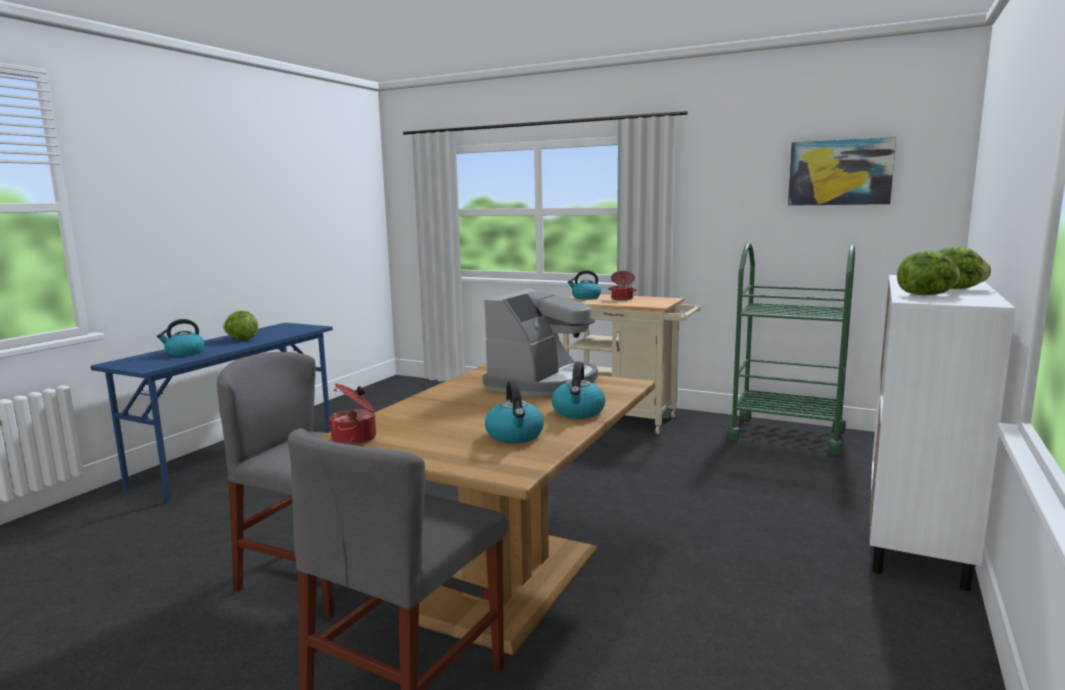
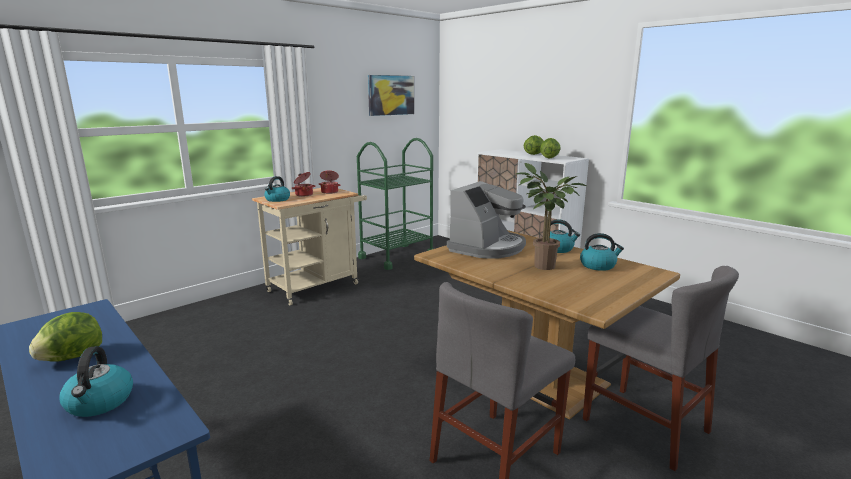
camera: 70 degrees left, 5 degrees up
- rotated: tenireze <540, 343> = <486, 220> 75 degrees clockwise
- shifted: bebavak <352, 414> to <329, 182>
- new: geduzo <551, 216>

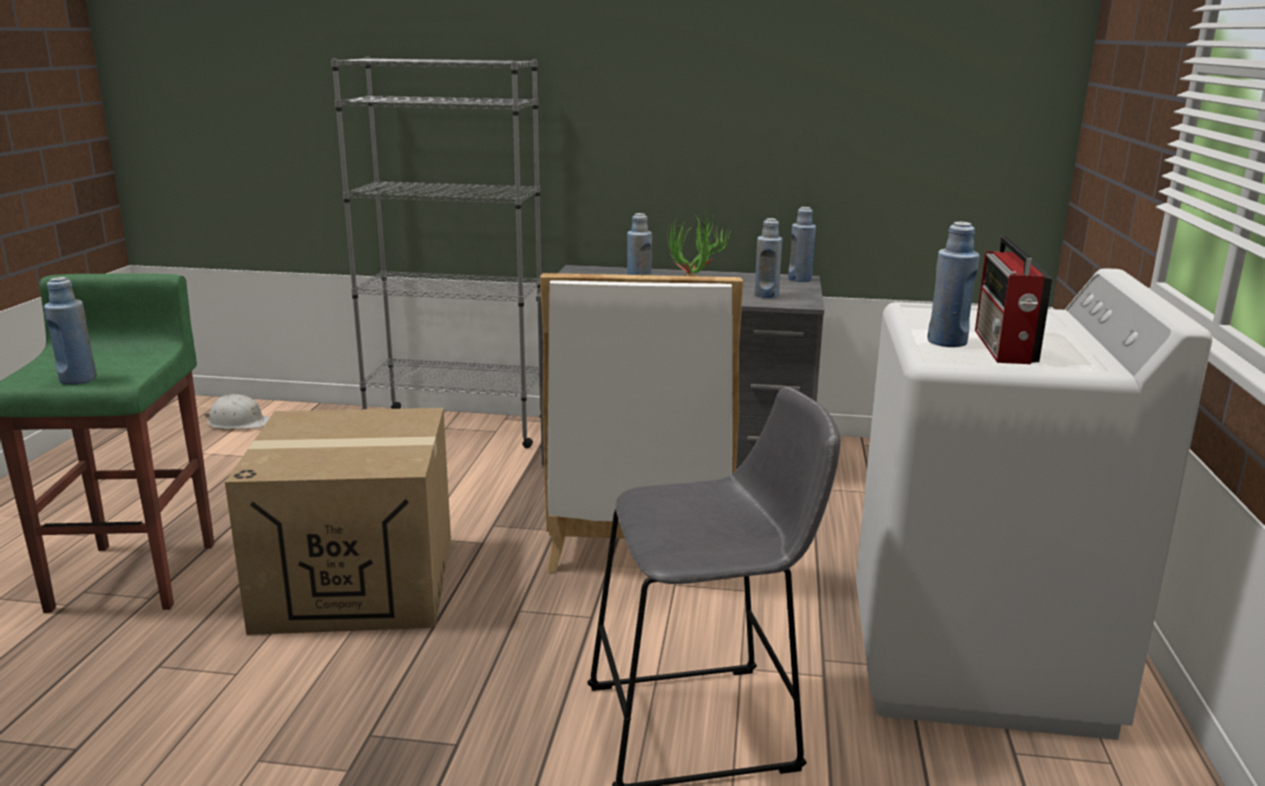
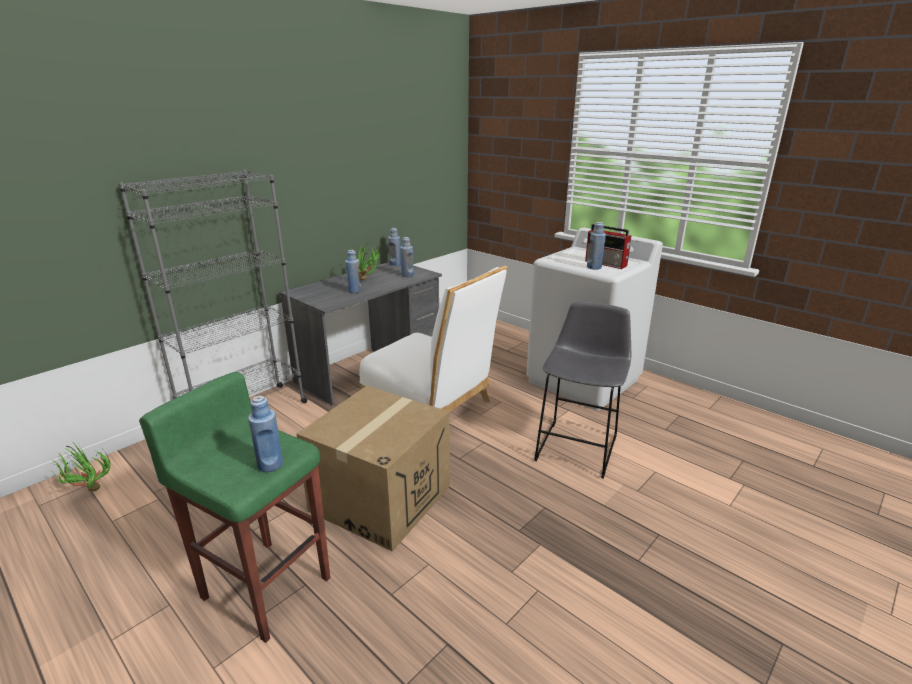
camera: 55 degrees left, 5 degrees up
- swapped: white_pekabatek <237, 411> to geduzo <80, 467>

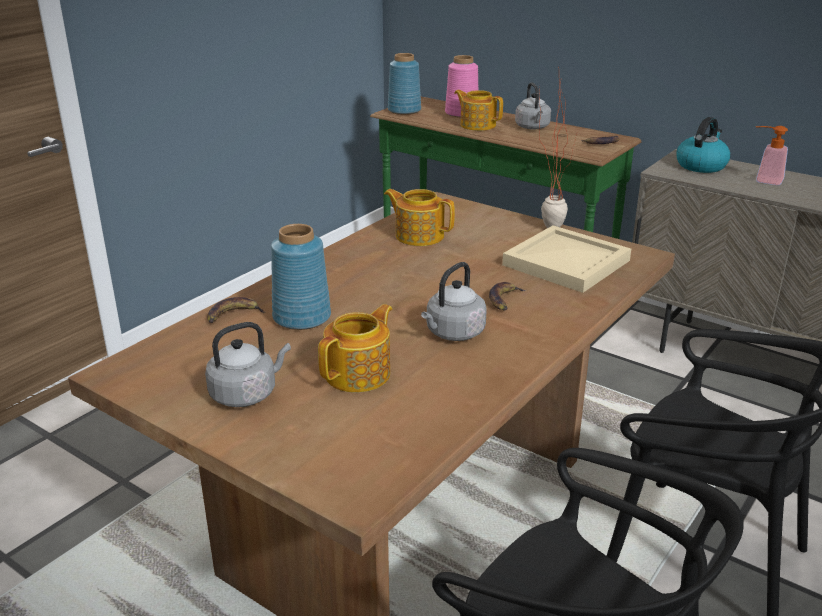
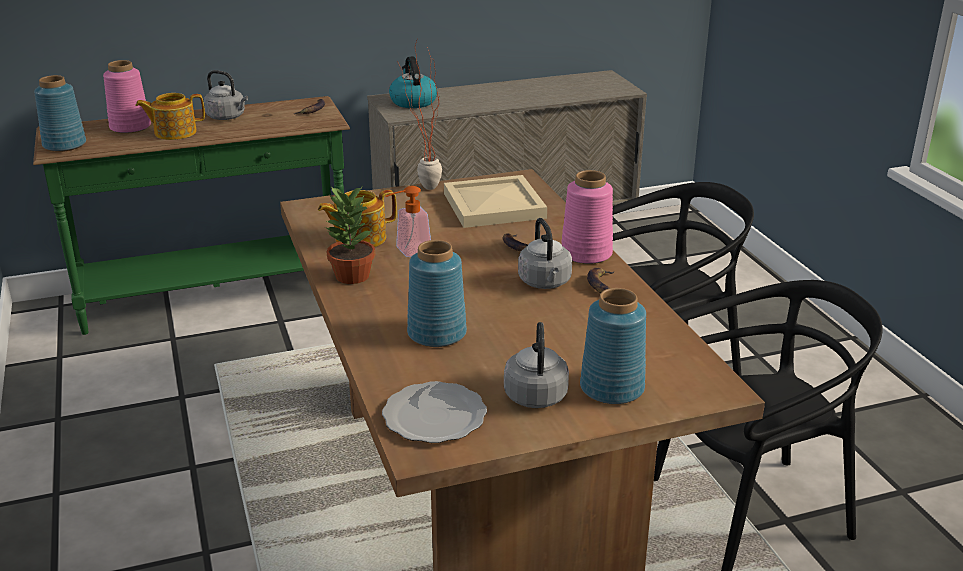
camera: 55 degrees left, 0 degrees up
- shifted: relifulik <772, 155> to <408, 221>
- shifted: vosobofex <236, 310> to <601, 280>
- gone: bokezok <355, 348>
- new: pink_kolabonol <587, 217>
- new: geduzo <350, 235>
- new: blue_kolabonol <613, 346>
- new: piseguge <434, 412>

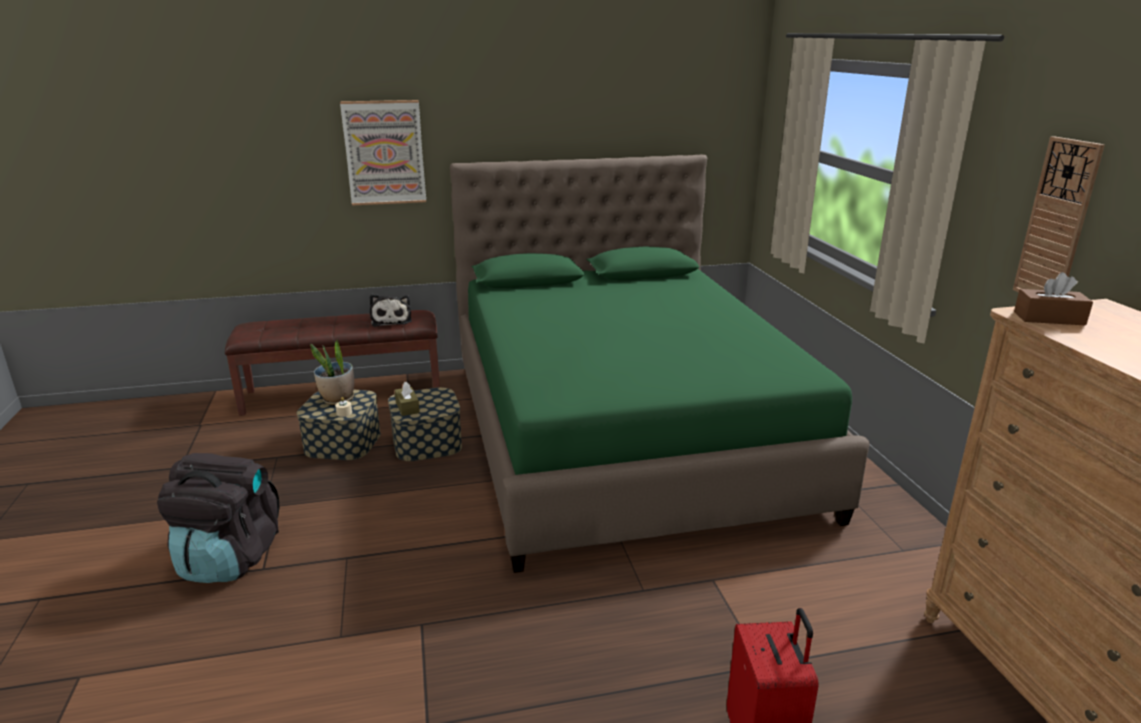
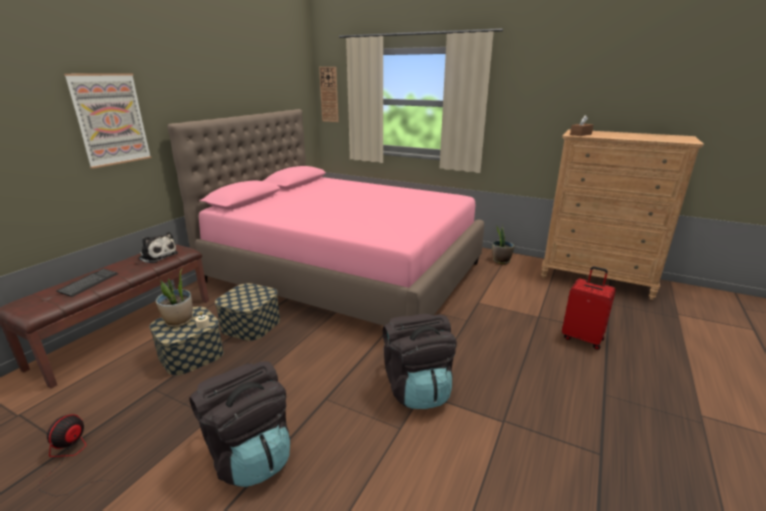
camera: 50 degrees left, 0 degrees up
- shifted: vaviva <1059, 214> to <329, 94>
- repainted: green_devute <660, 364> to pink_devute <325, 217>
- gone: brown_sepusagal <407, 399>
- new: geduzo <503, 244>
- new: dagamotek <87, 283>
- new: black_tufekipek <419, 361>
- new: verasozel <76, 455>

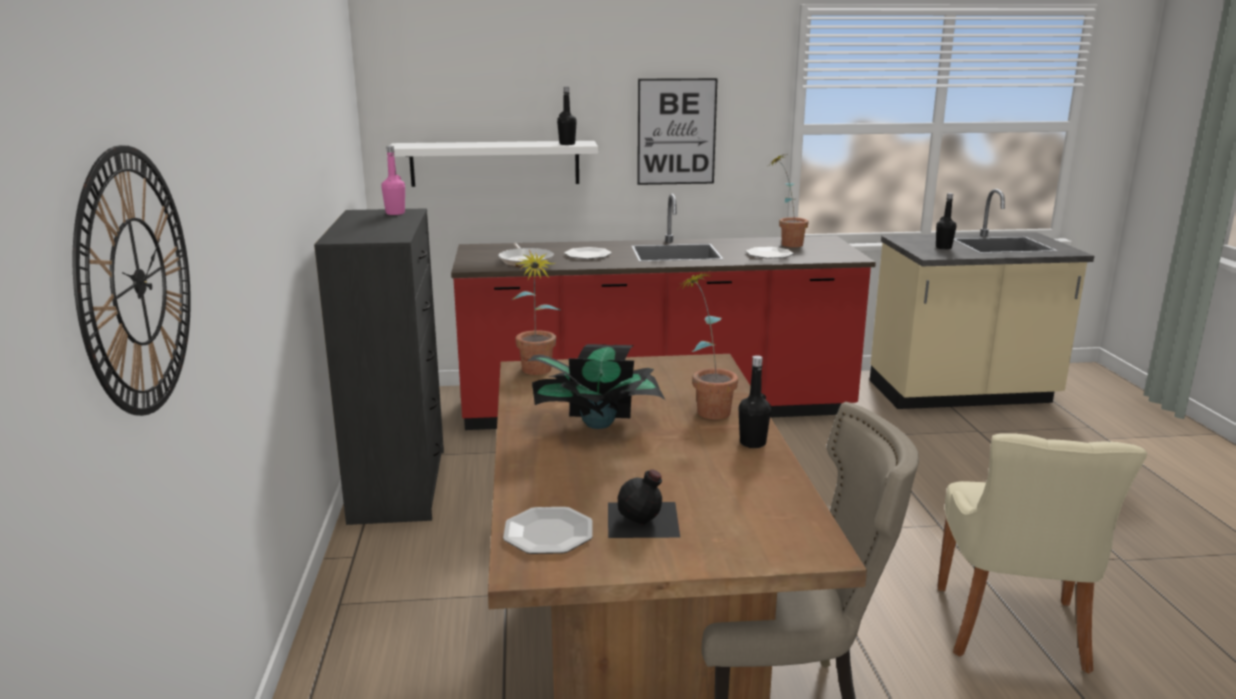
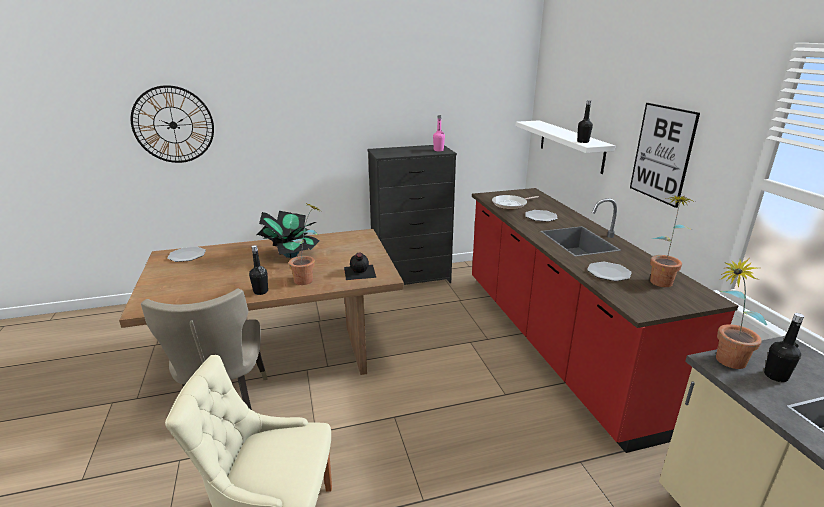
camera: 80 degrees right, 5 degrees up
- shifted: geduzo <535, 312> to <741, 313>
- shifted: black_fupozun <644, 503> to <360, 266>

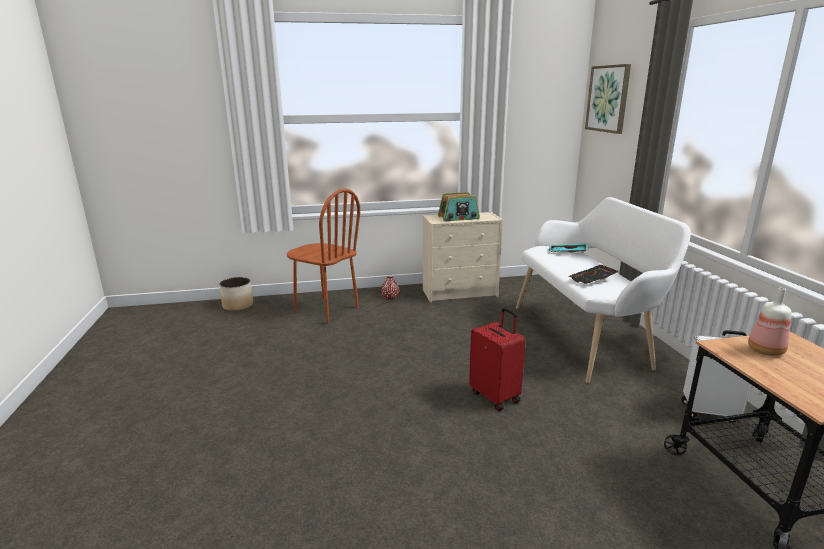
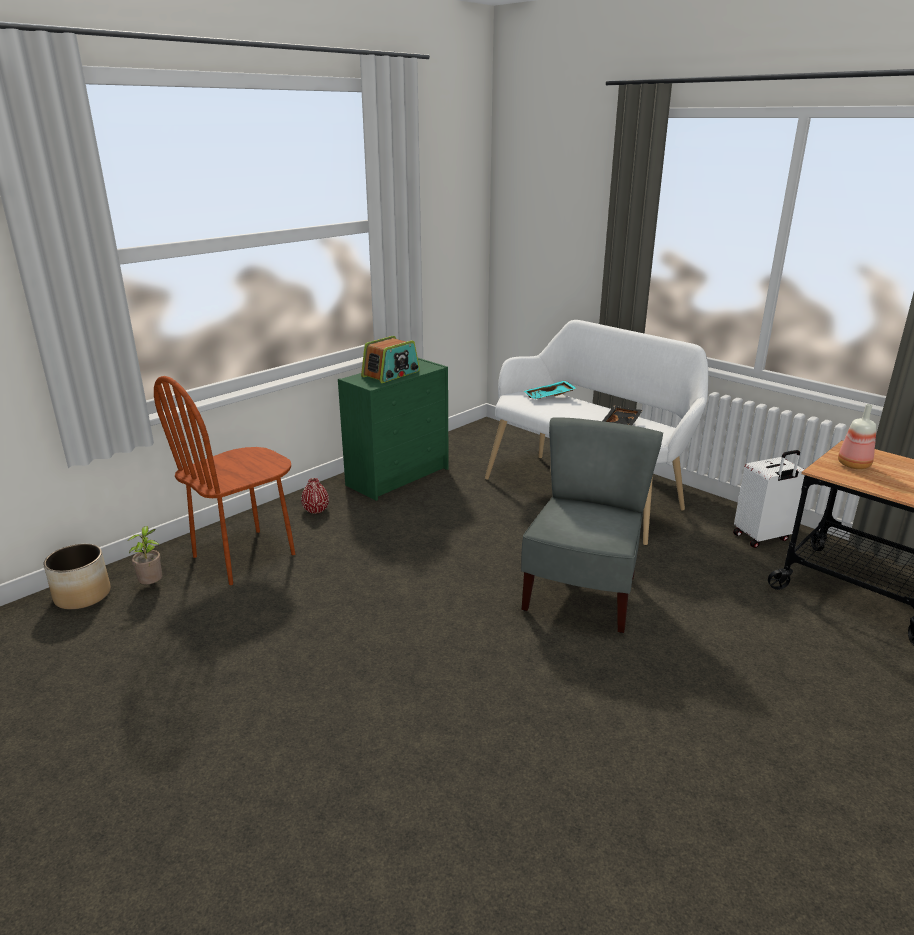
camera: 35 degrees left, 5 degrees up
- gone: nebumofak <608, 99>
- rotated: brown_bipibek <323, 256> = <224, 480> 135 degrees clockwise
- repainted: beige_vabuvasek <463, 257> to green_vabuvasek <393, 429>
- swapped: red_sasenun <497, 359> to grey_bipibek <592, 525>
- new: geduzo <145, 555>

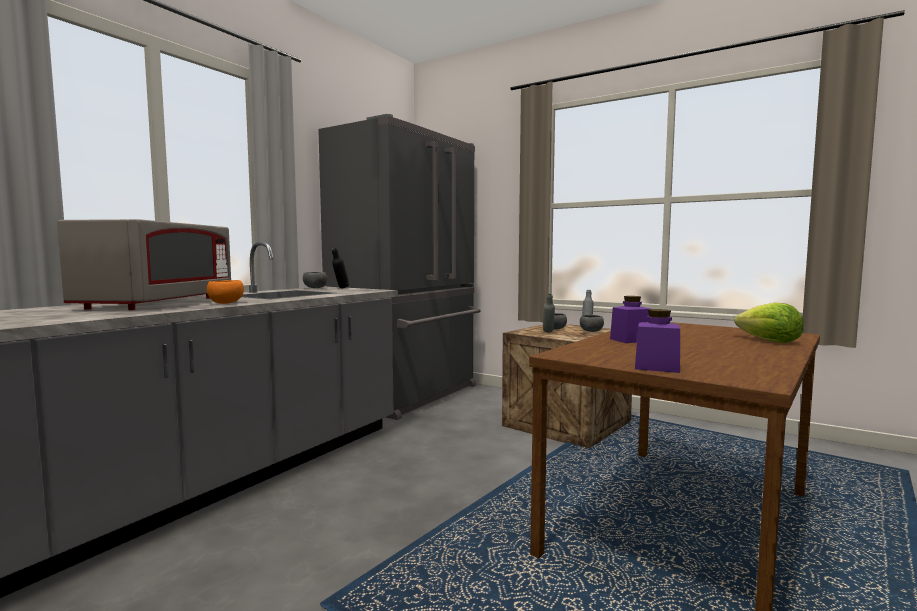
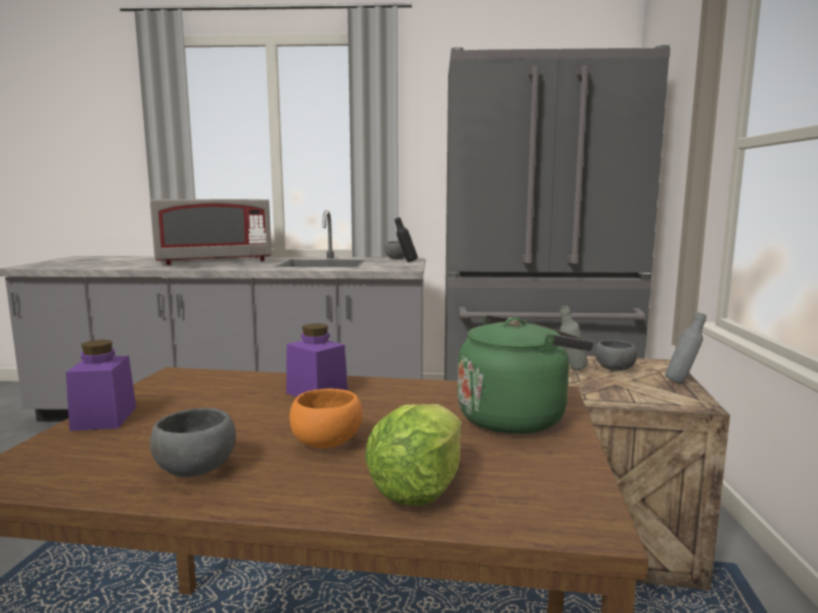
camera: 60 degrees right, 5 degrees up
- shifted: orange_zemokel <225, 292> to <326, 418>
- shifted: grey_zemokel <592, 323> to <193, 442>
- new: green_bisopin <525, 374>

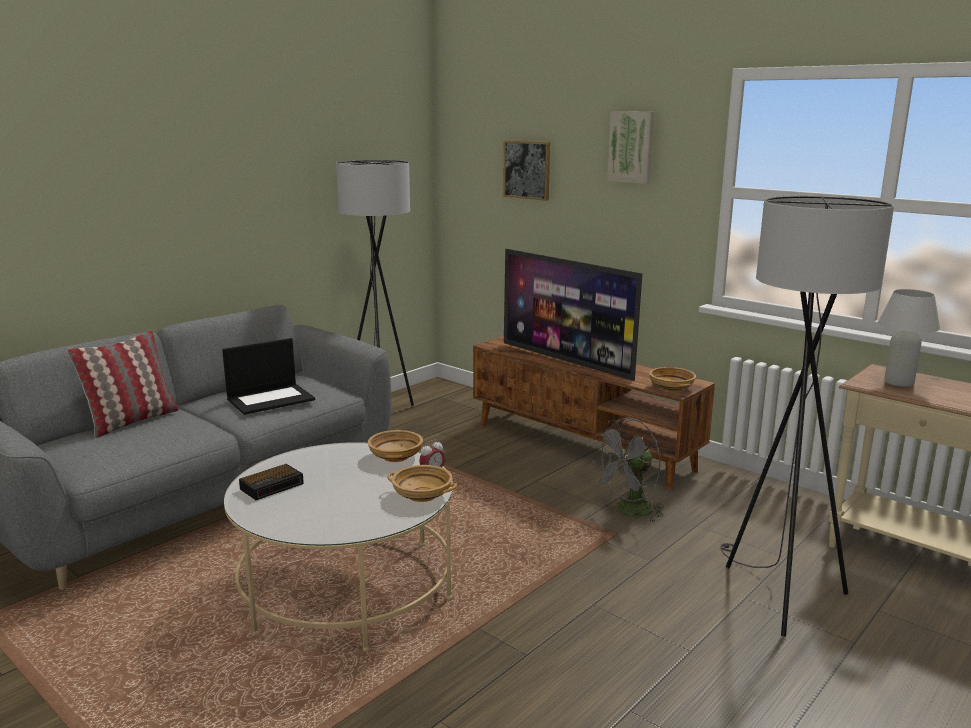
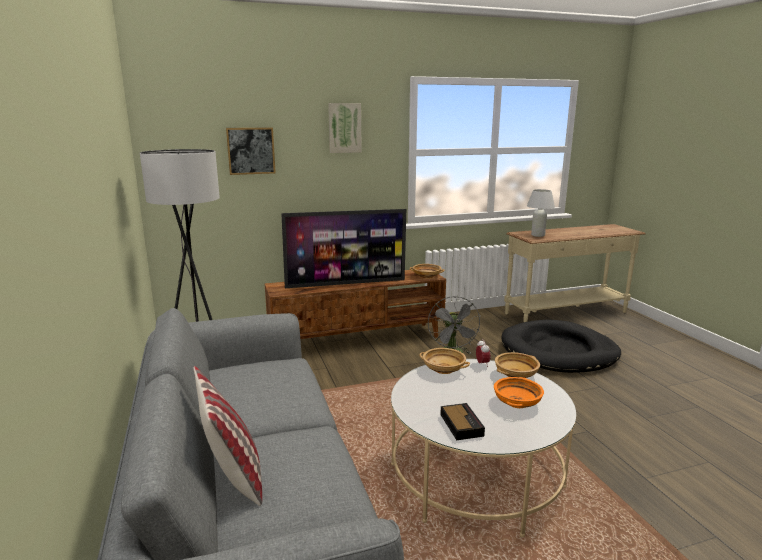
camera: 60 degrees left, 0 degrees up
- swapped: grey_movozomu <807, 416> to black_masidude <561, 346>
- gone: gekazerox <268, 376>
- new: orange_zemokel <519, 392>

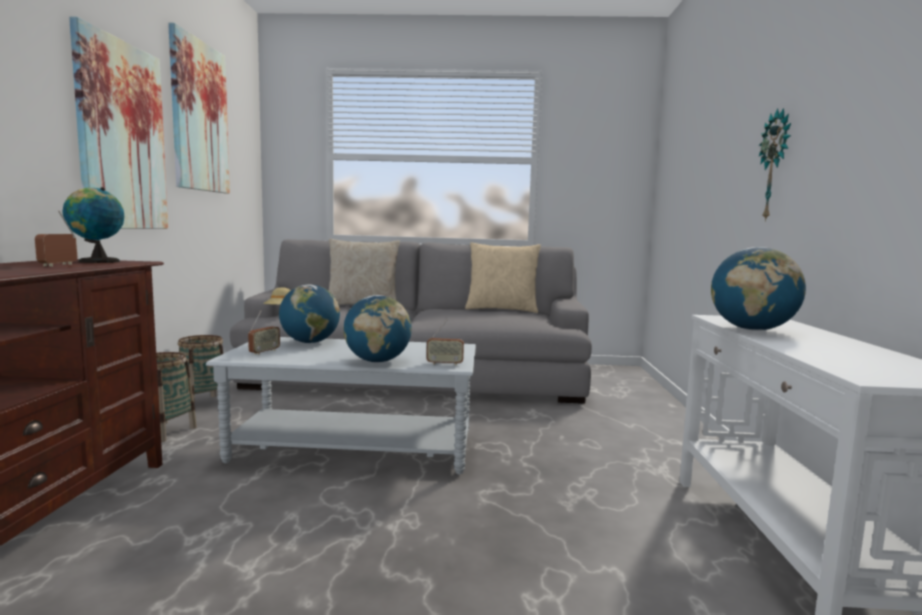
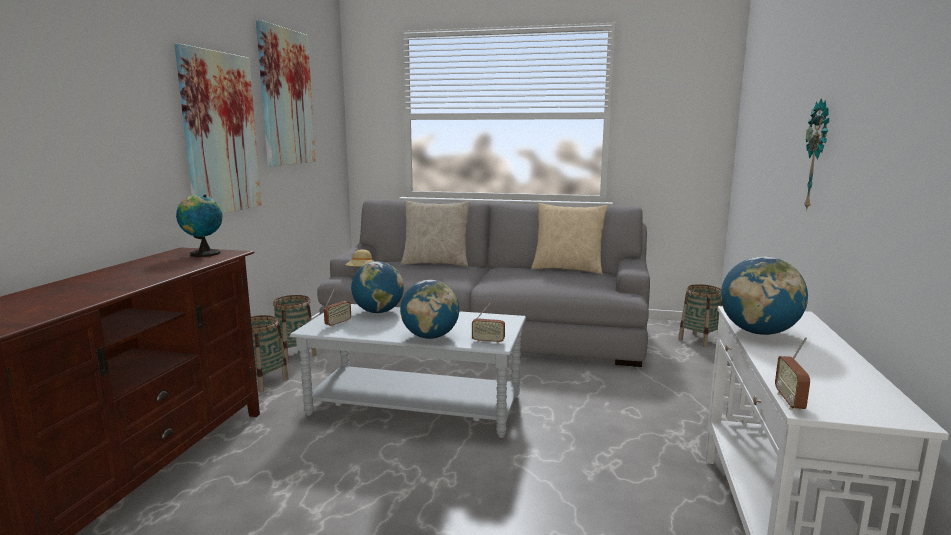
camera: 10 degrees right, 5 degrees up
- shifted: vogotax <56, 238> to <792, 374>
- new: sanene <700, 315>

